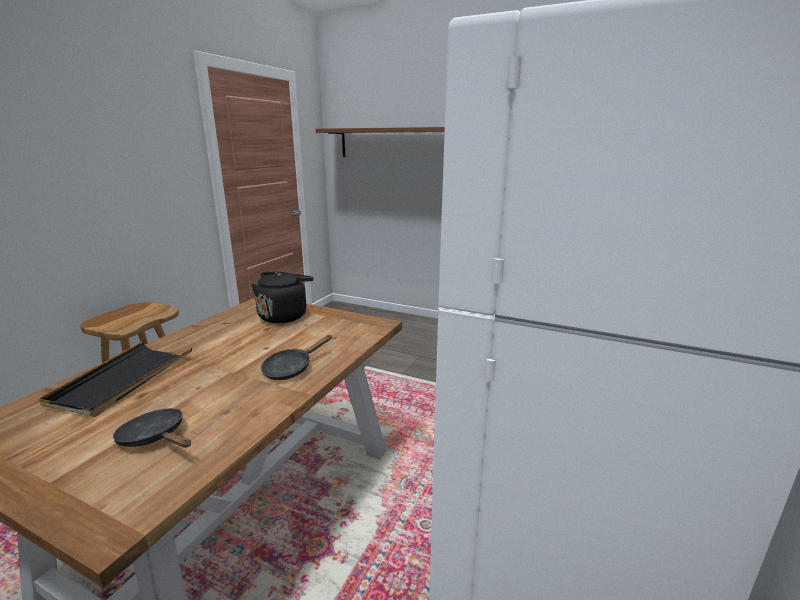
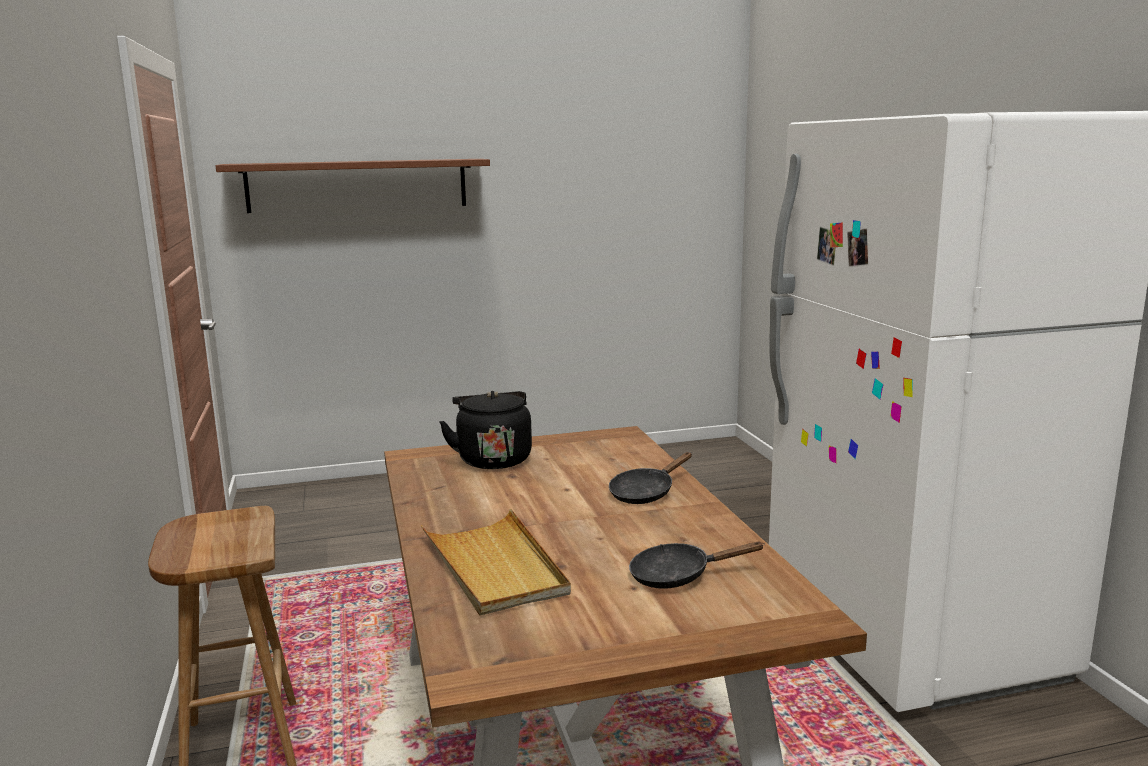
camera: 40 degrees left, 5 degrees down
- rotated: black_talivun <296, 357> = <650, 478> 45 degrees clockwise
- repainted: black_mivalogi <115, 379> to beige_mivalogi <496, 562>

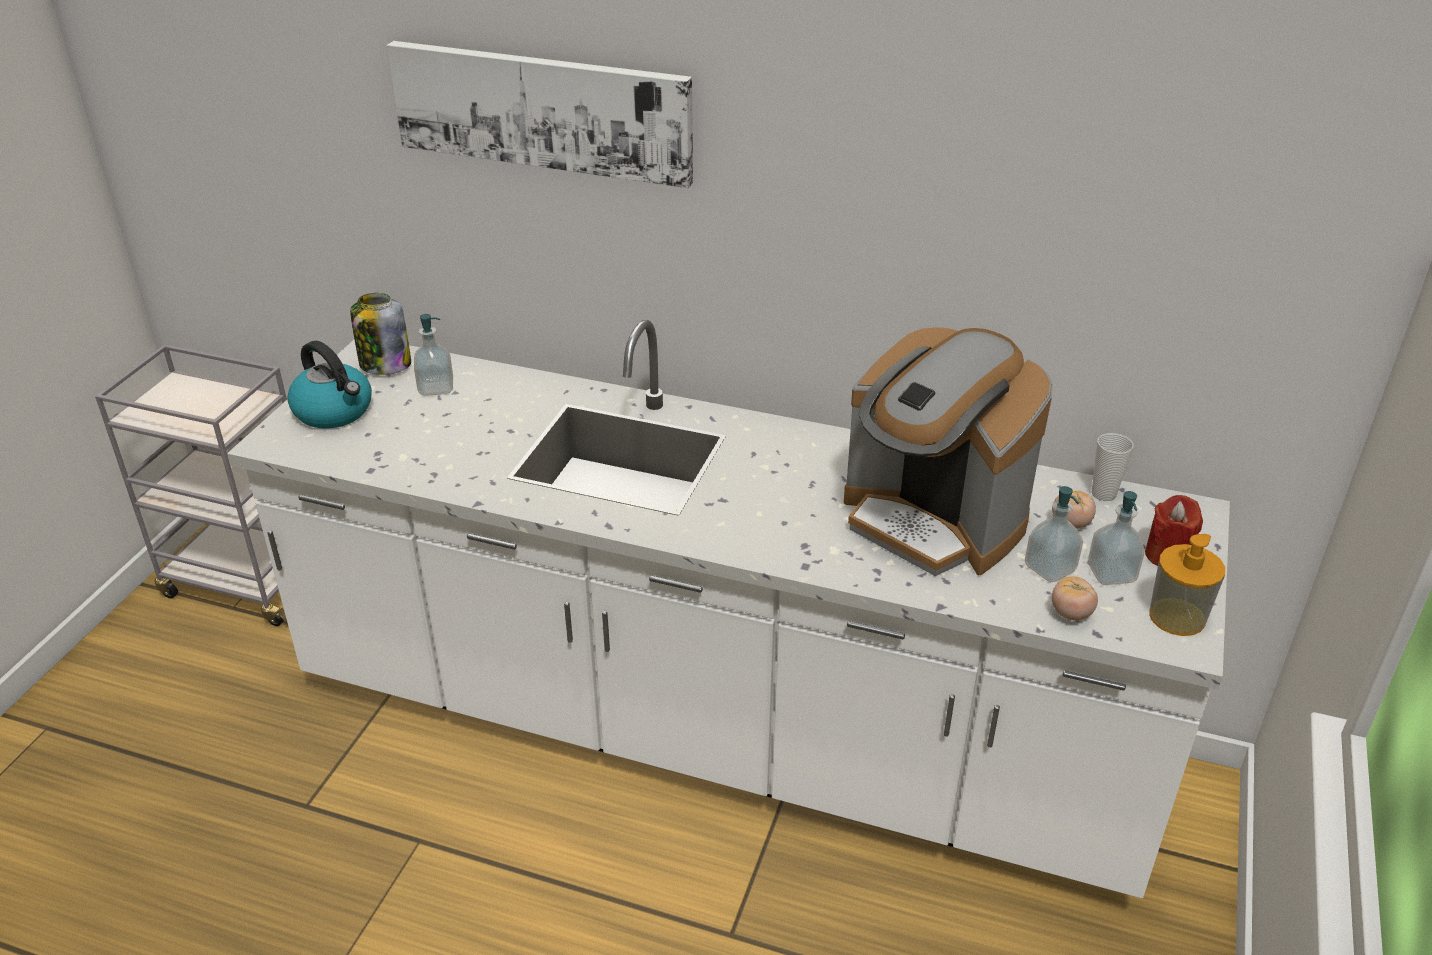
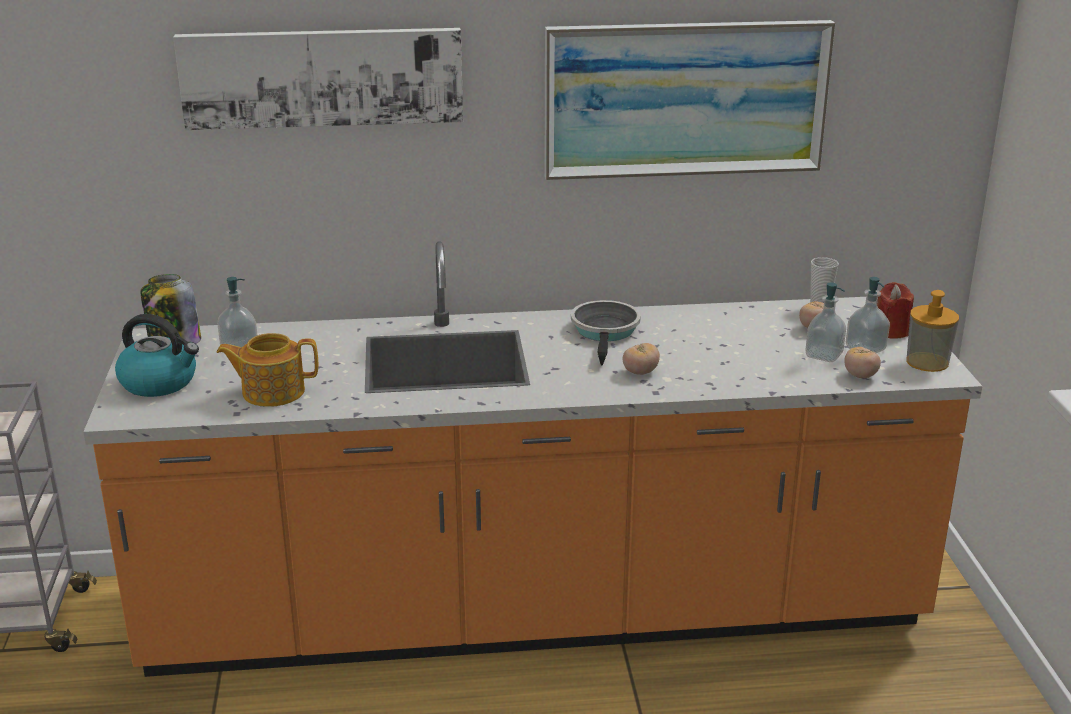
camera: 25 degrees left, 10 degrees down
- repainted: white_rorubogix <728, 609> to orange_rorubogix <532, 459>
- gone: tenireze <948, 451>
- new: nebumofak <689, 100>
- new: talivun <606, 332>
- new: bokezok <267, 370>
- new: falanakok <641, 359>

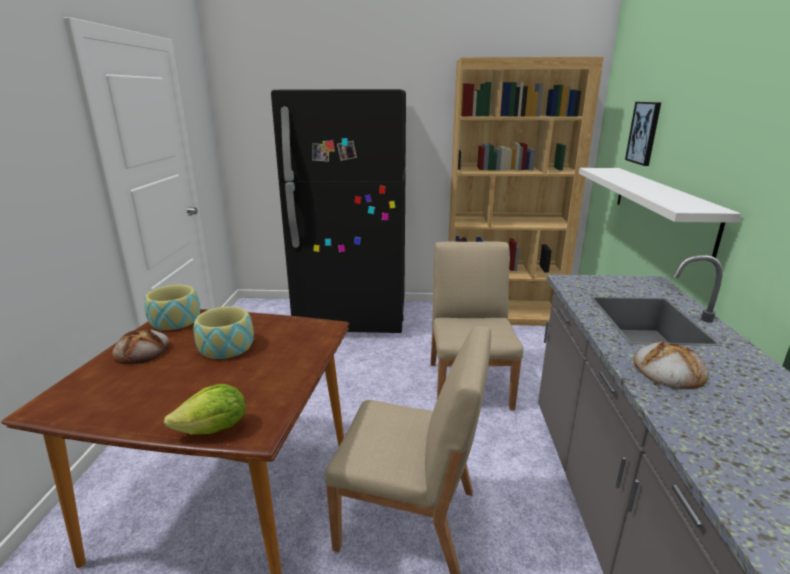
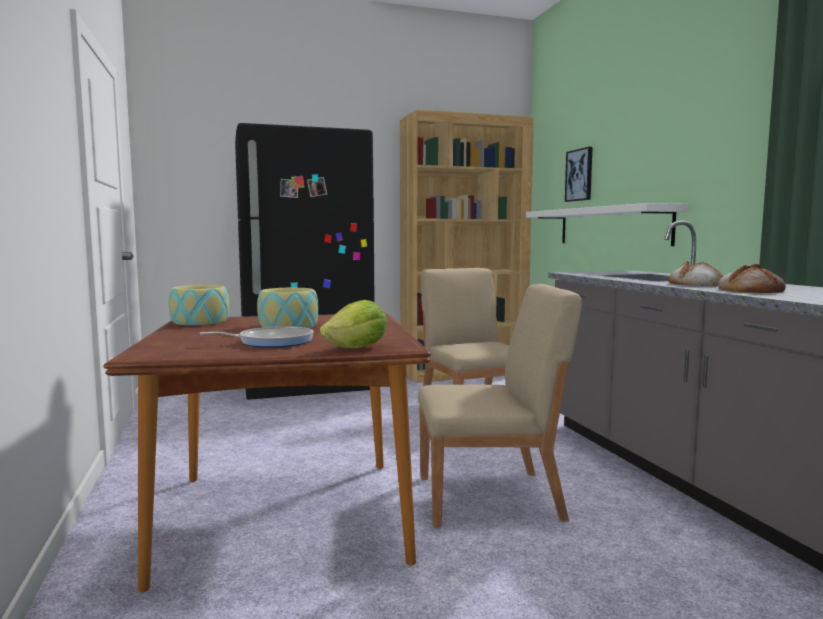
camera: 20 degrees left, 15 degrees down
- shifted: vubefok <141, 346> to <752, 278>
- new: talivun <256, 337>

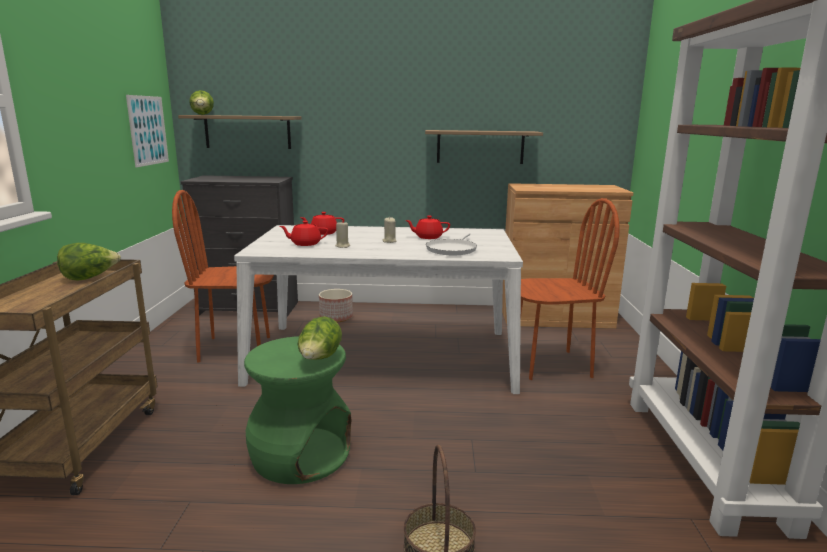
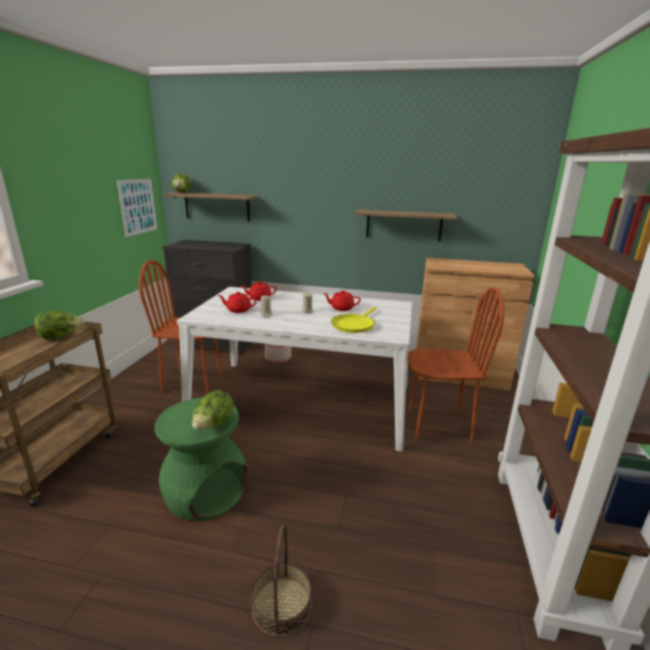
camera: 10 degrees right, 5 degrees up
- repainted: white_talivun <451, 244> to yellow_talivun <354, 320>

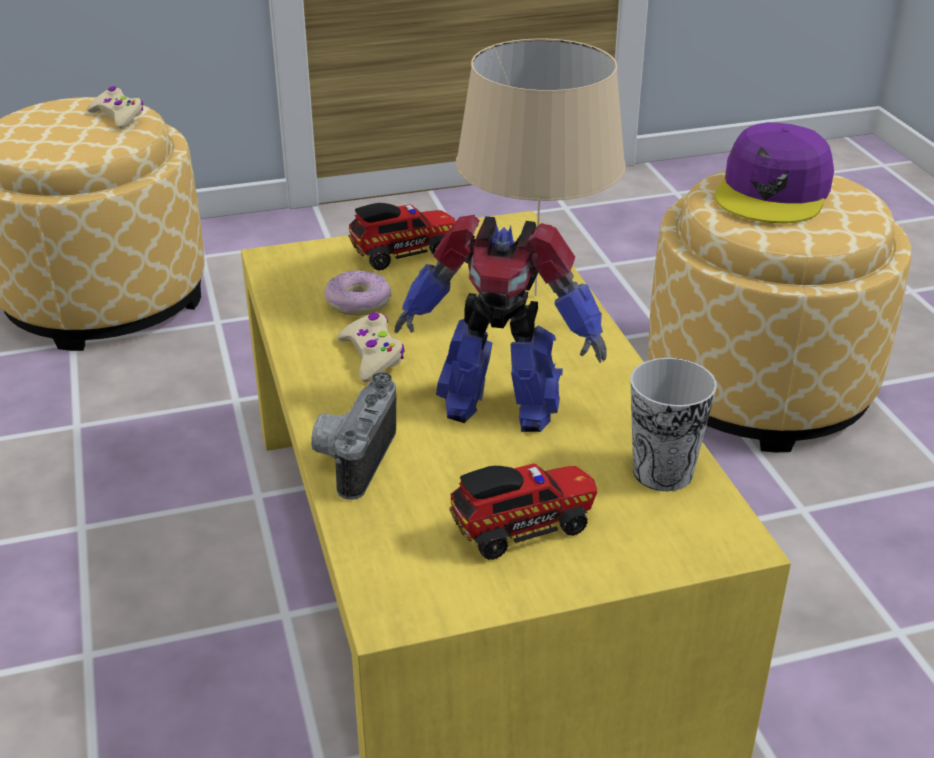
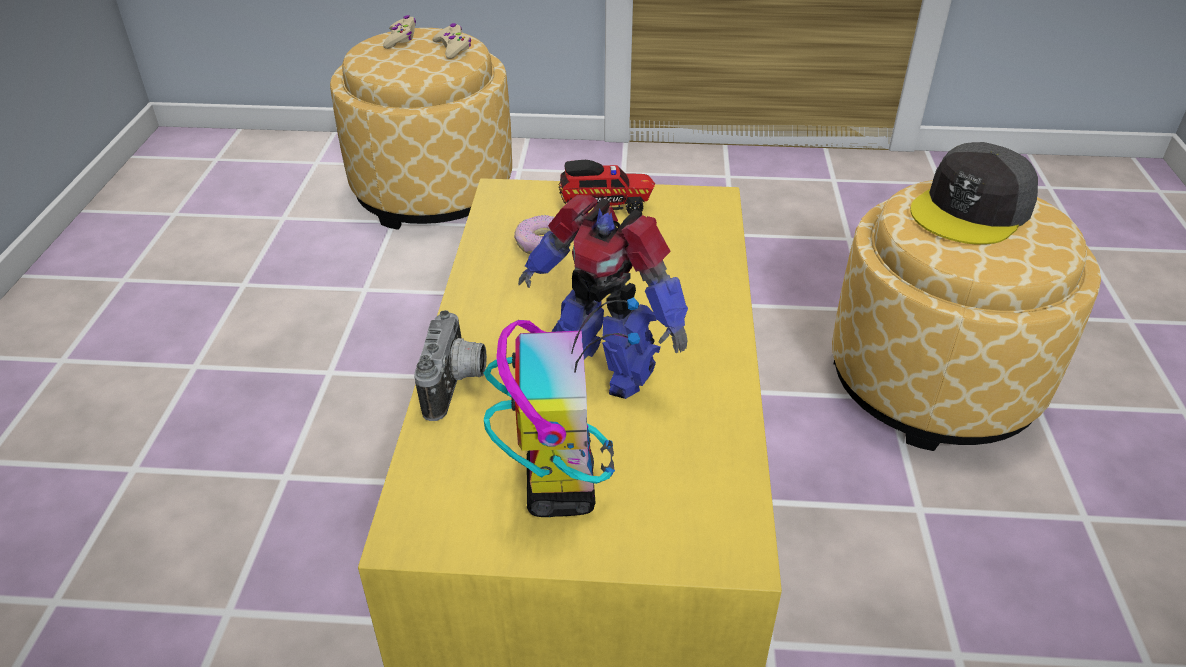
camera: 20 degrees right, 5 degrees up
- gone: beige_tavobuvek <541, 167>
- repainted: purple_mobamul <774, 172> to grey_mobamul <974, 193>
- shifted: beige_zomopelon <371, 347> to <399, 32>
- gone: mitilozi <673, 424>
- rotated: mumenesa <353, 436> = <450, 365> 150 degrees clockwise
- swapped: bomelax <523, 511> to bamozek <562, 407>

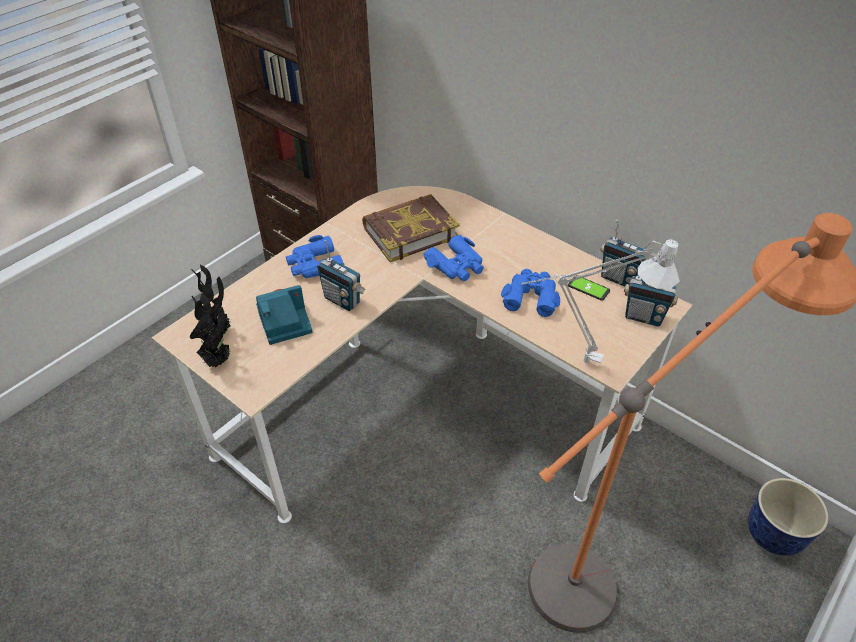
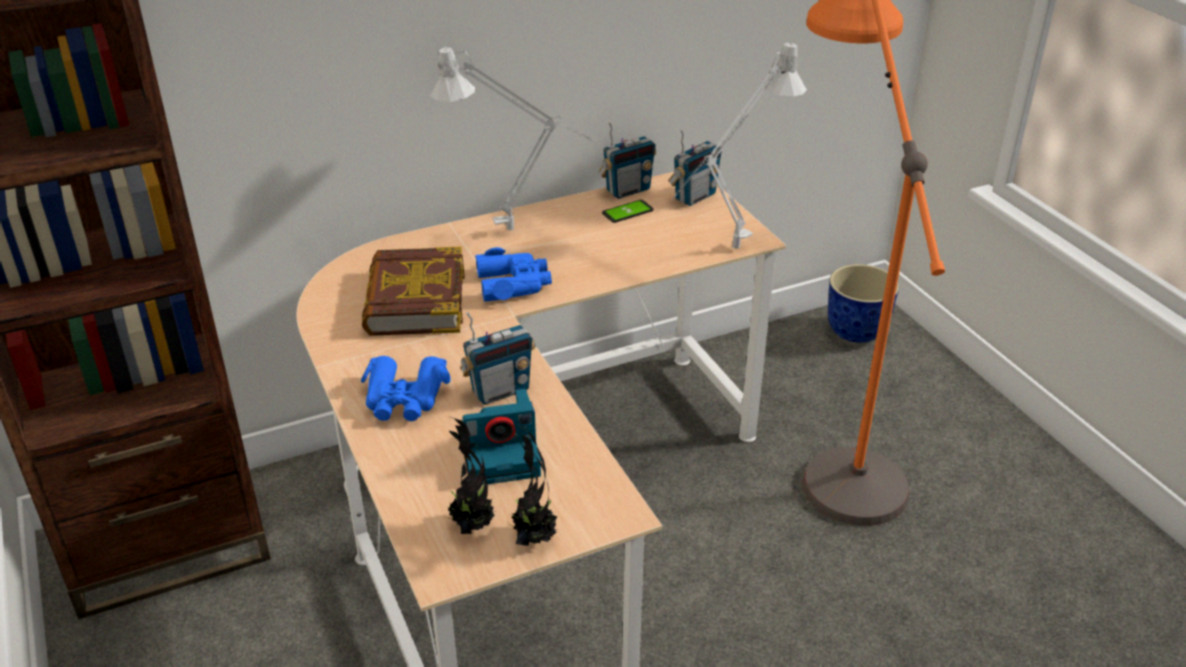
camera: 65 degrees left, 10 degrees down
- gone: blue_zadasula <530, 293>
- rotated: mumenesa <284, 315> = <501, 437> 105 degrees counterclockwise
- new: grey_tavobuvek <513, 138>

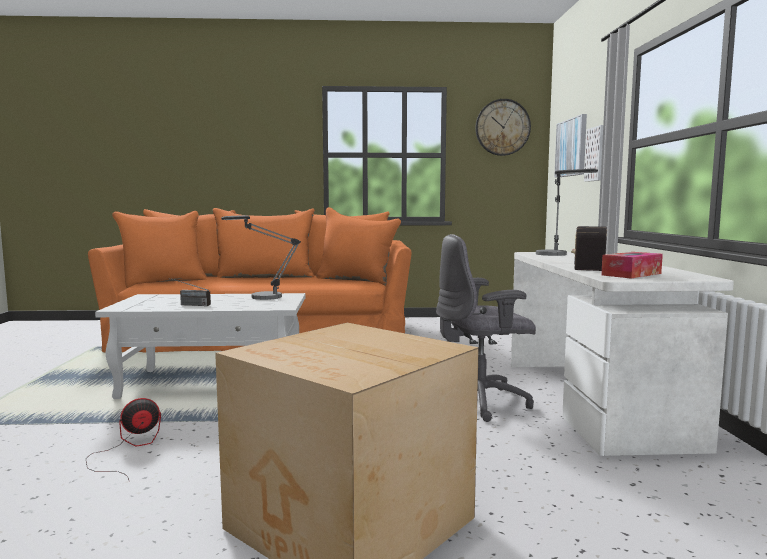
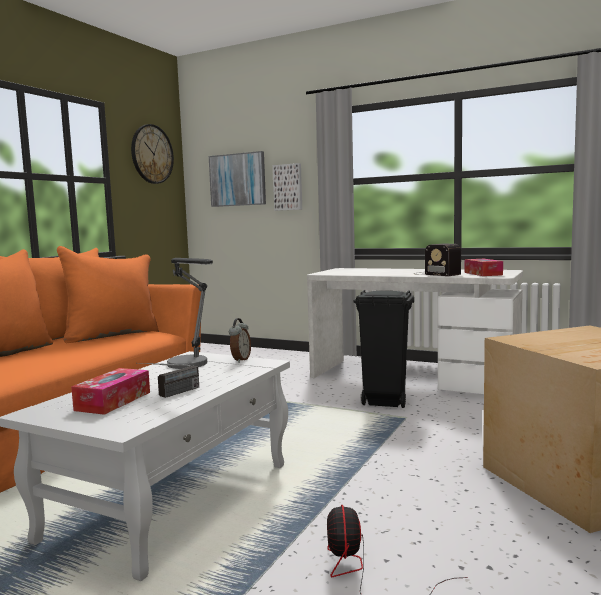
camera: 60 degrees left, 0 degrees up
- gone: tavobuvek <567, 212>
- swapped: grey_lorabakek <486, 328> to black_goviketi <383, 349>
- new: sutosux <240, 340>
- new: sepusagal <110, 391>

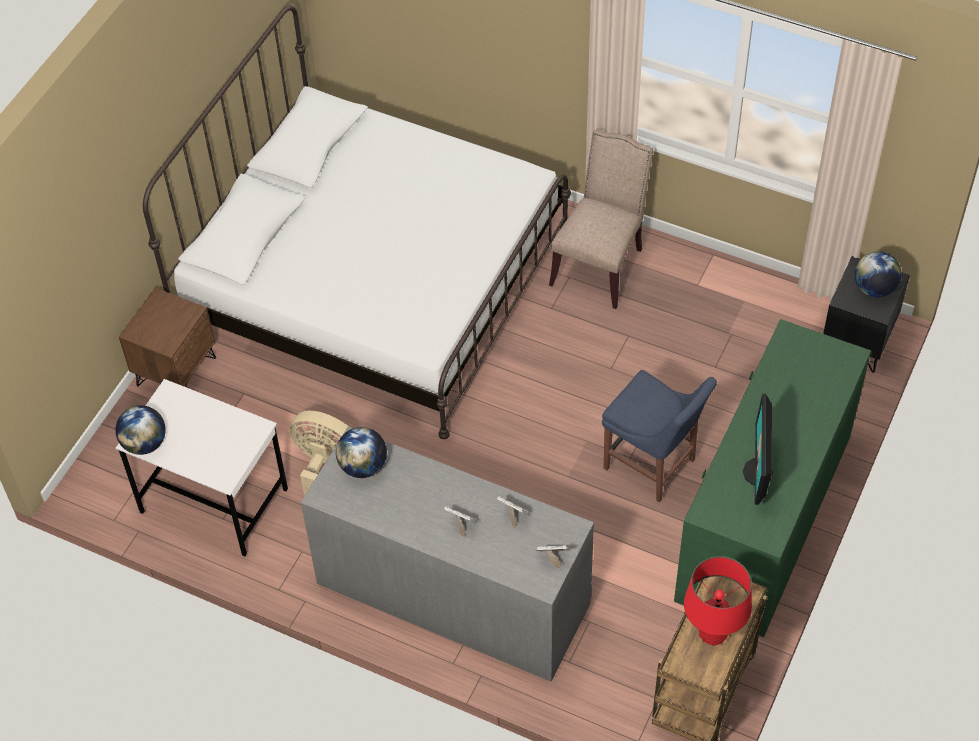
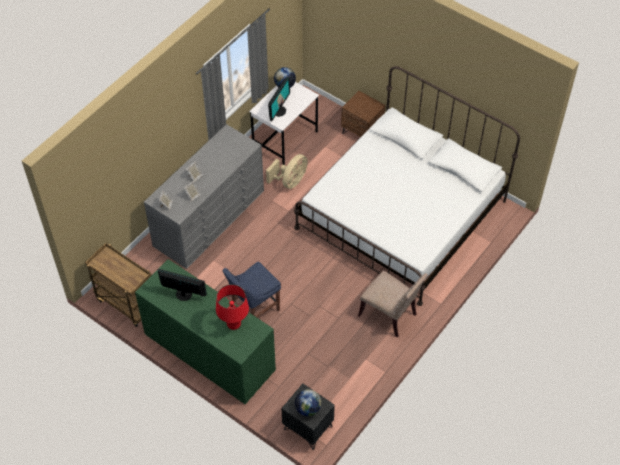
camera: 100 degrees right, 0 degrees up
- gone: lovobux <361, 452>
- shifted: red_tavobuvek <718, 600> to <232, 307>
- new: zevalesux <279, 99>

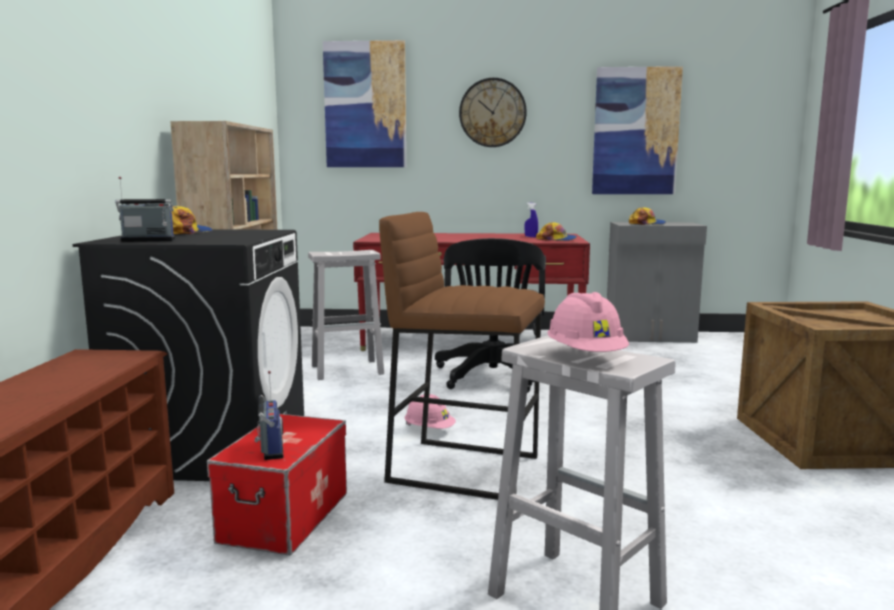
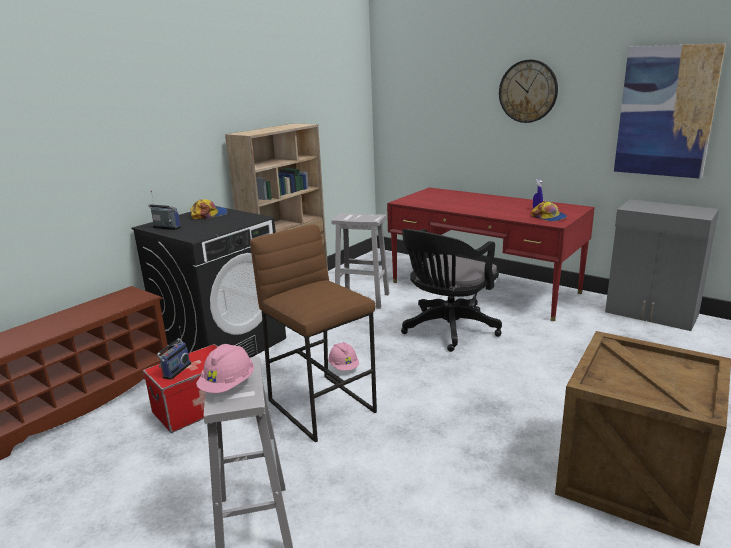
camera: 35 degrees right, 10 degrees up
- gone: nebumofak <364, 103>
- gone: mobamul <647, 216>

